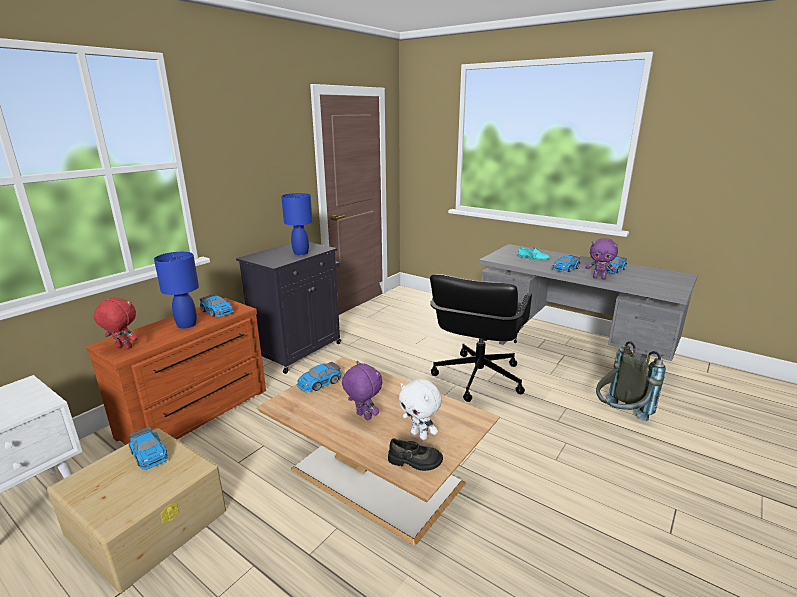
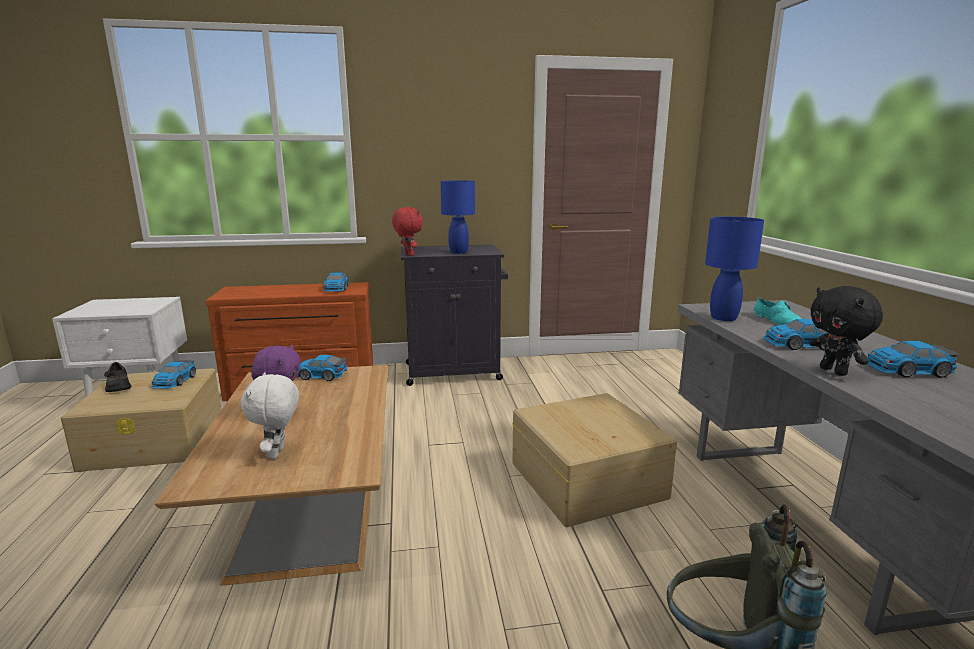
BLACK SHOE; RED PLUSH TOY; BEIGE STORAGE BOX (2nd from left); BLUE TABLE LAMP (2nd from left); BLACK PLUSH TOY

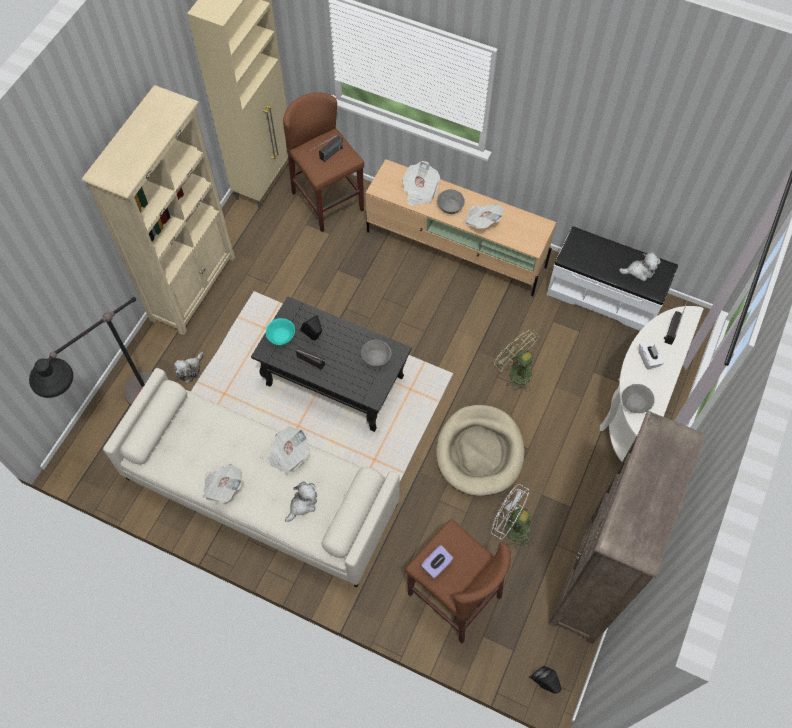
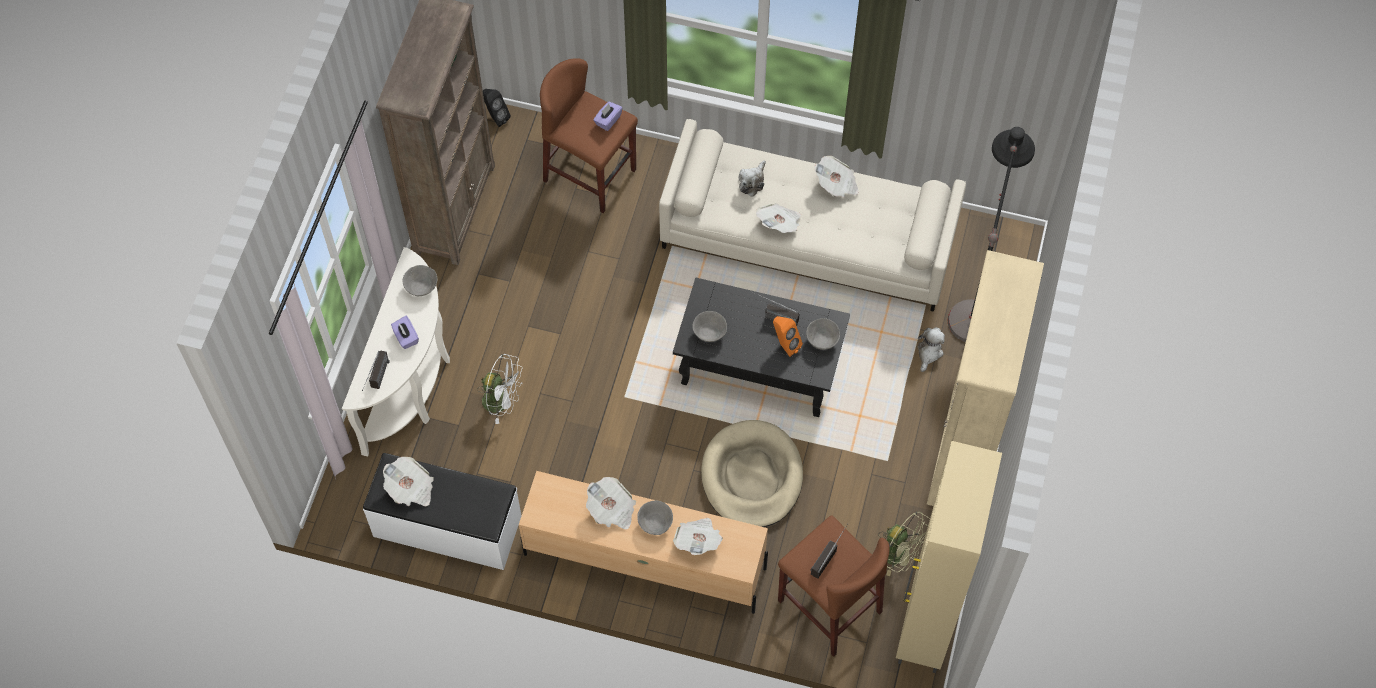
NEWSPAPER (1st from left); PURPLE TISSUE BOX (1st from left); WHITE FAN; BEIGE DOG BED; ORANGE SPEAKER; GREY BOWL (4th from left); GREEN FAN

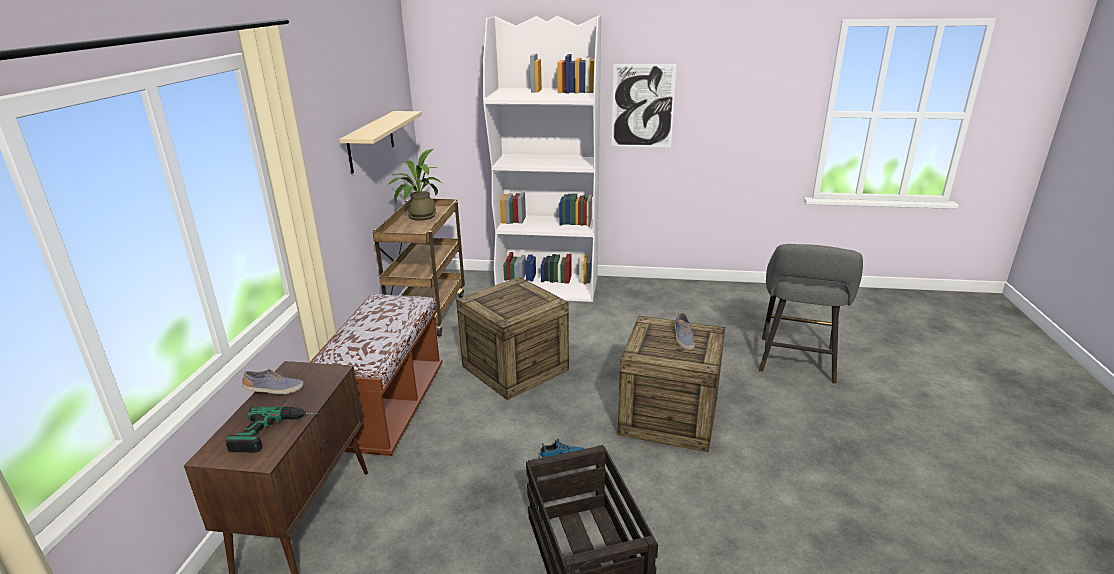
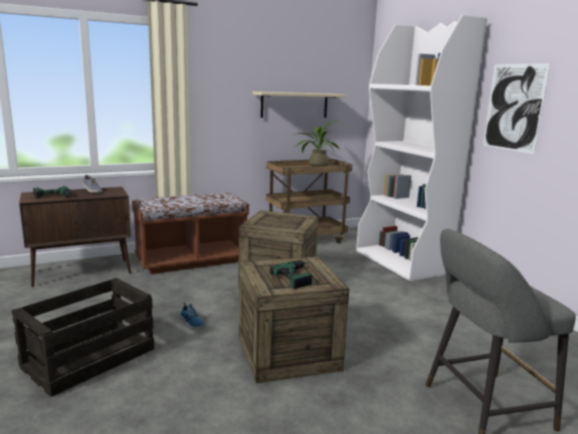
POWER DRILL (2nd from left)

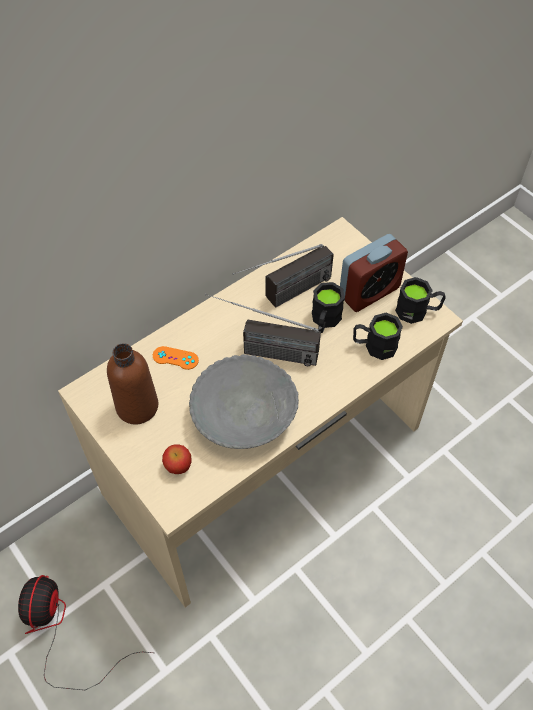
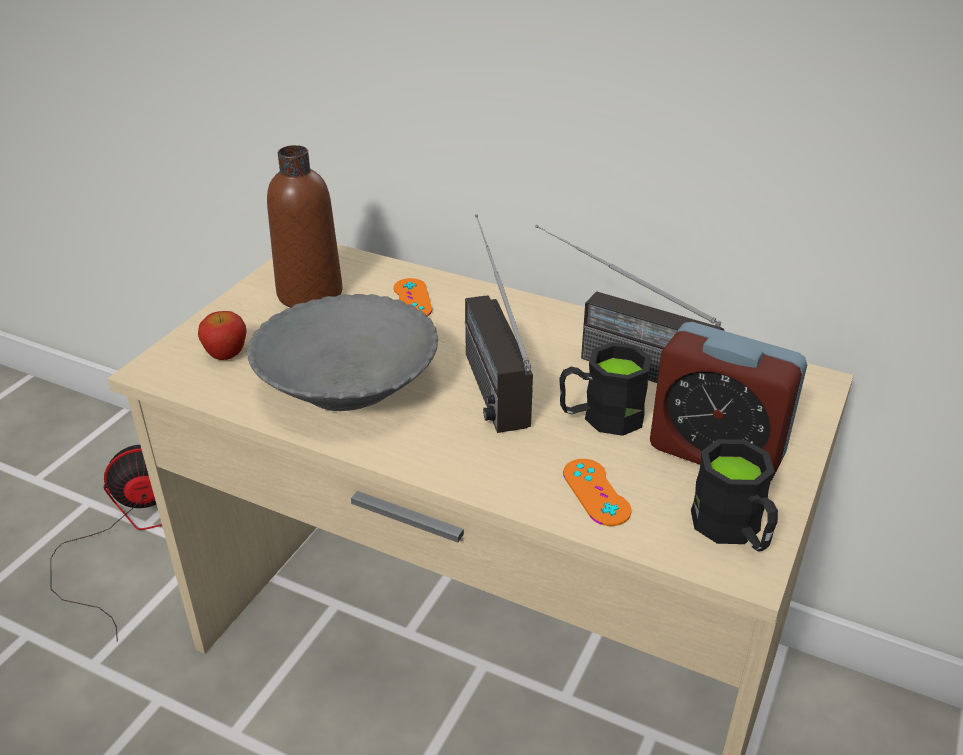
ORANGE GAME CONTROLLER (2nd from left)

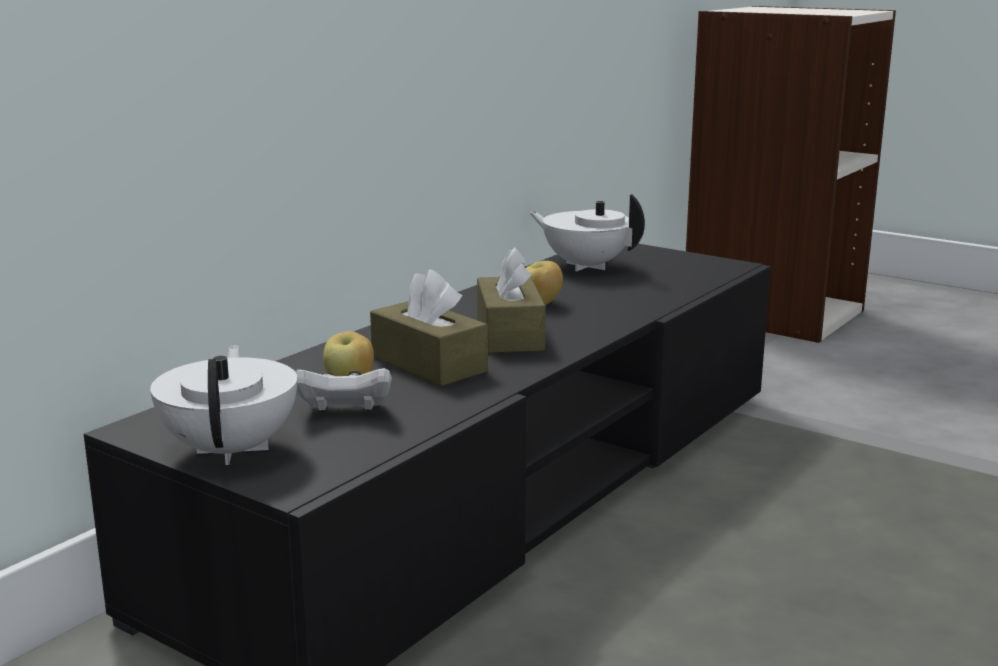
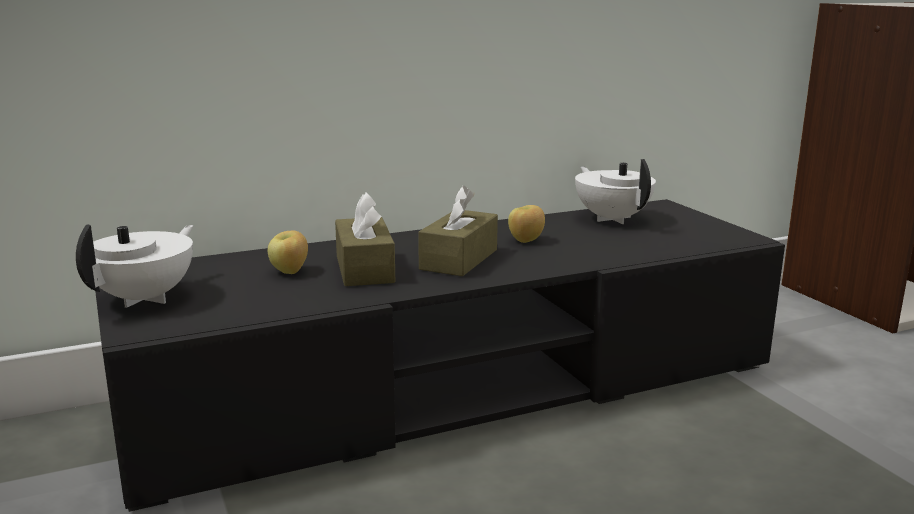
WHITE GAME CONTROLLER

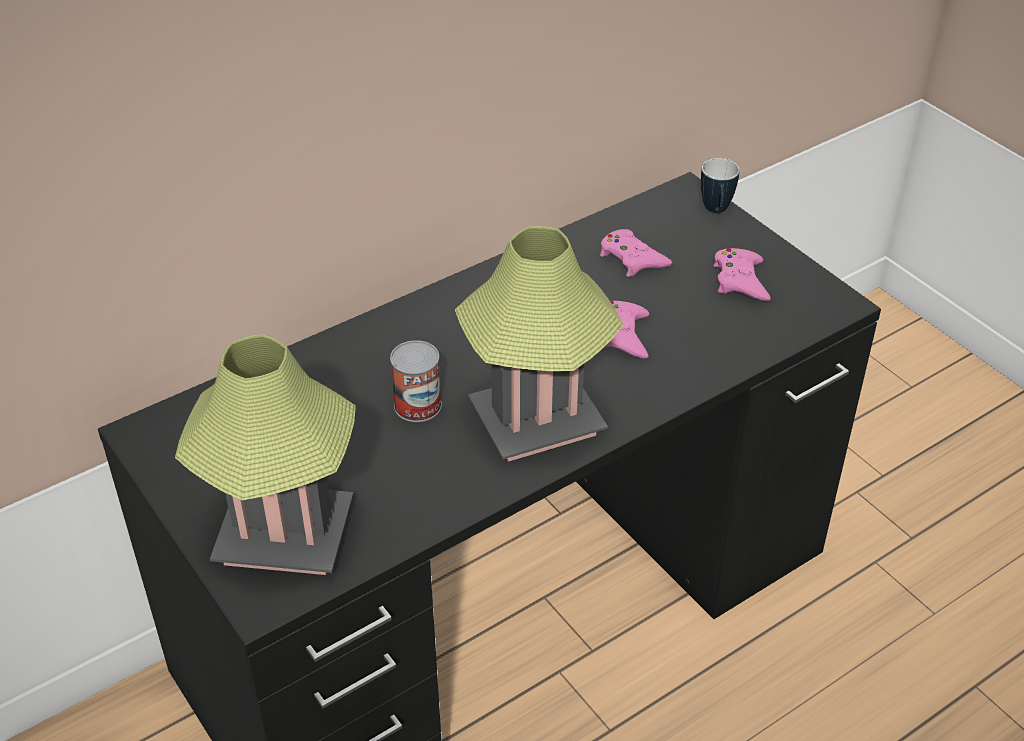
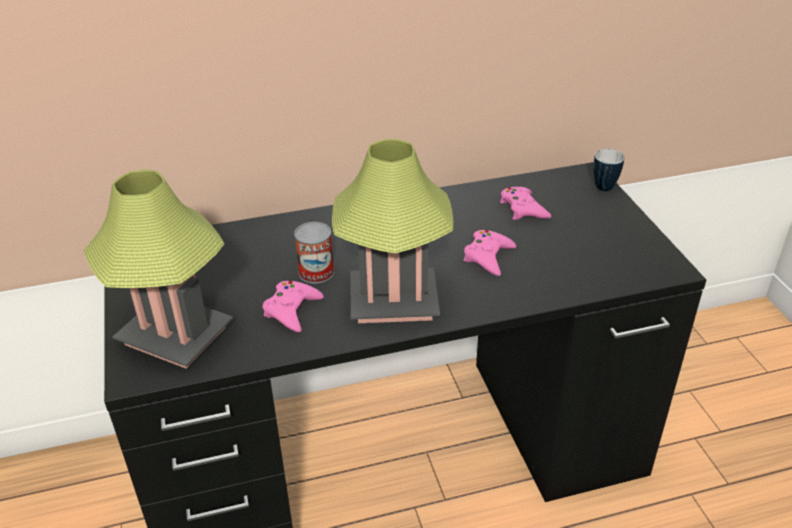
PINK GAME CONTROLLER (1st from left)

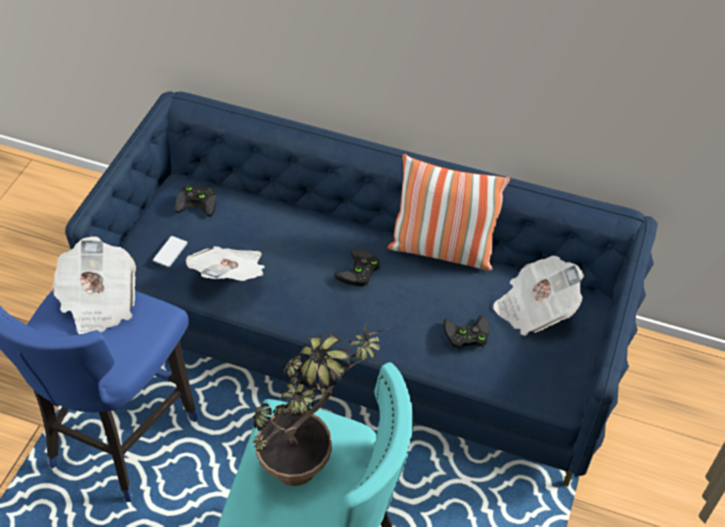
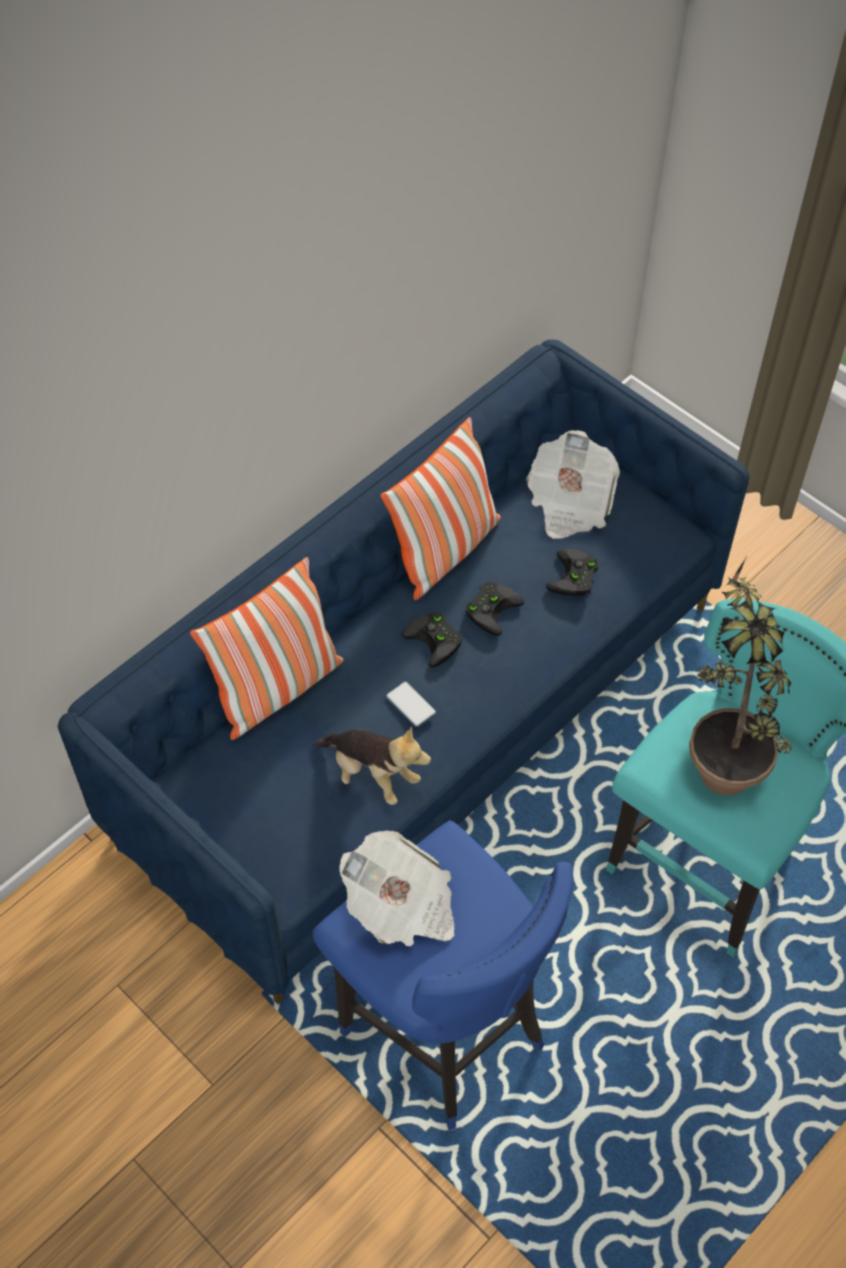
PILLOW (1st from left); PLUSH TOY; PHONE; BLACK GAME CONTROLLER (2nd from left)

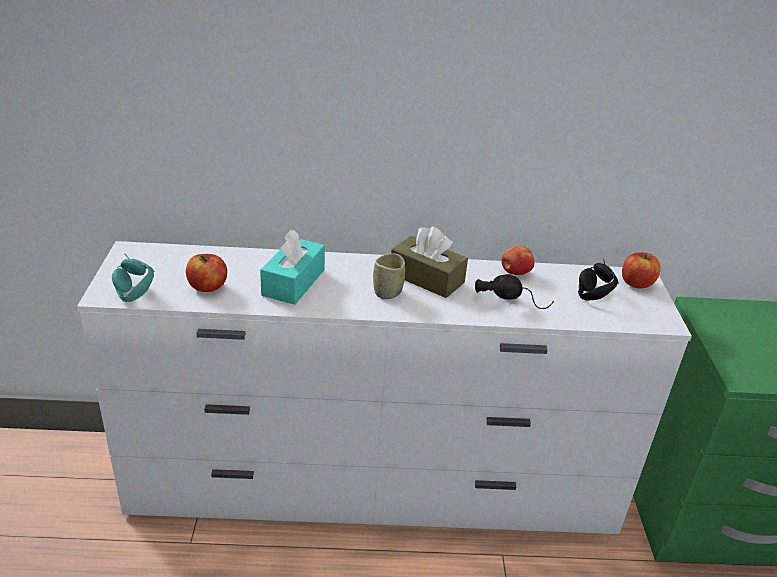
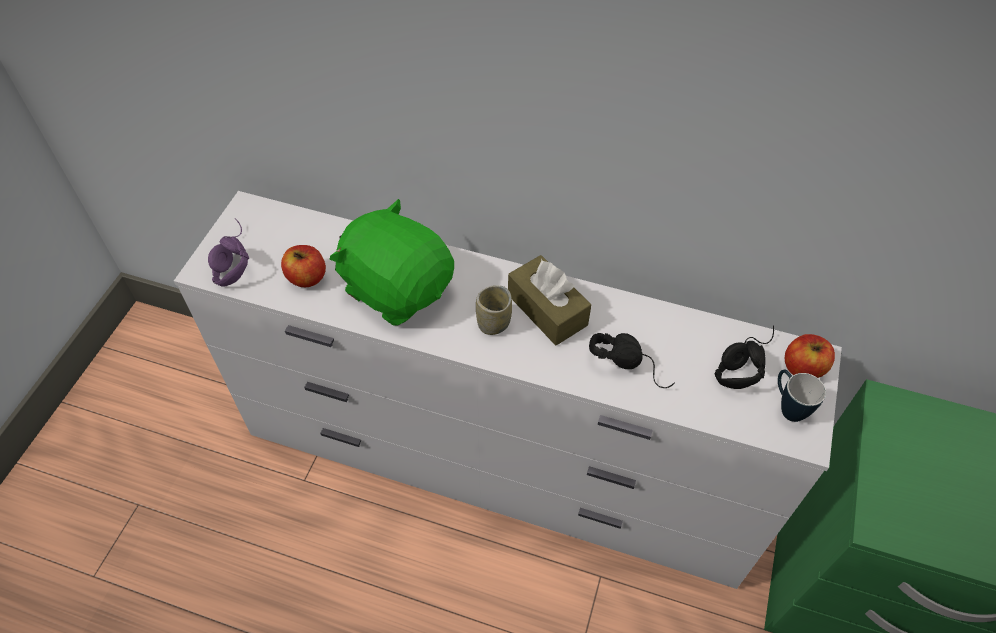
PURPLE HEADPHONES; GREEN PLUSH TOY; MUG; APPLE (2nd from left in the first image)

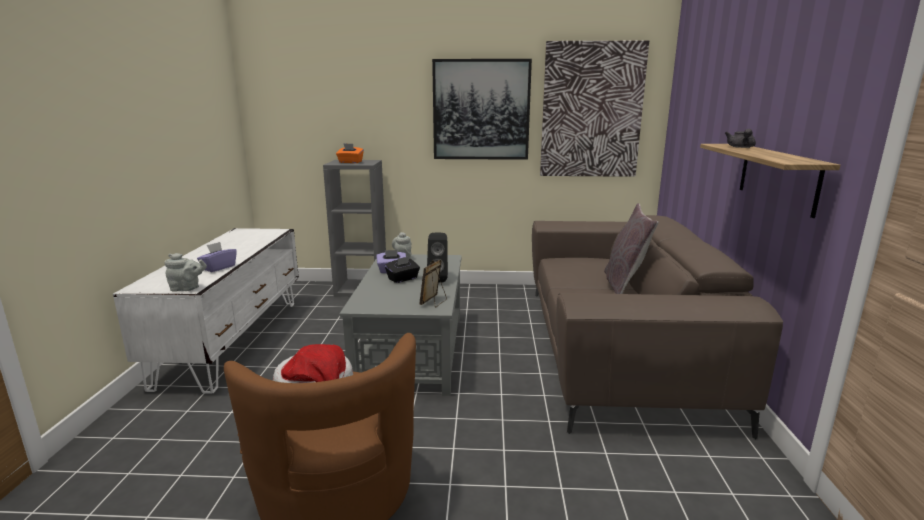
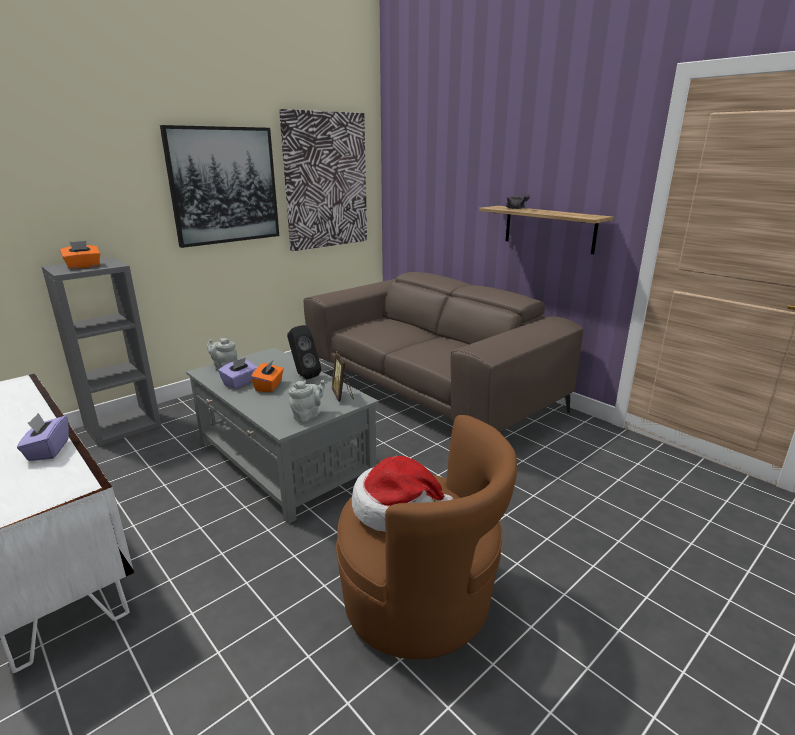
ORANGE TISSUE BOX (2nd from left); GREY TEAPOT (2nd from left); GREY PILLOW

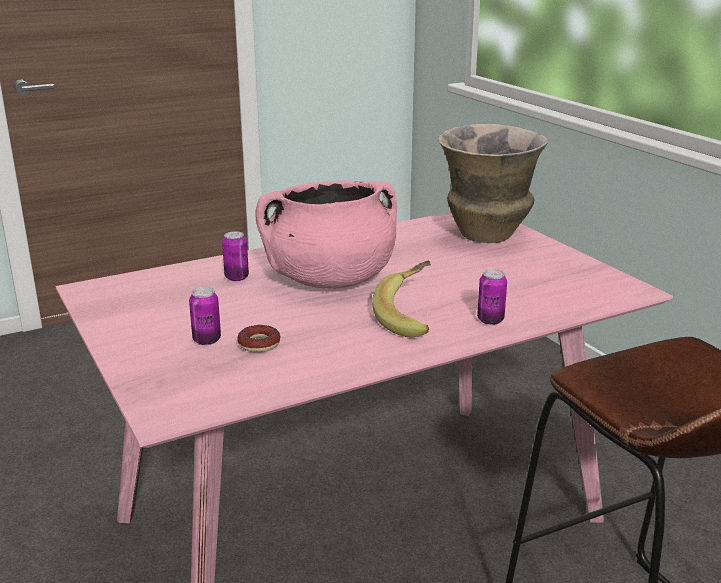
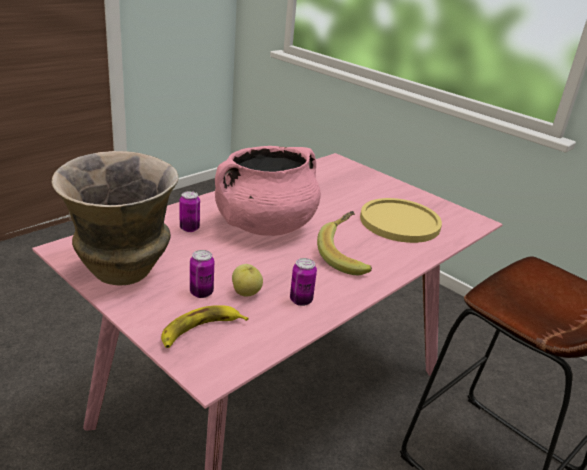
VASE; BANANA (1st from left); APPLE; CAN (3rd from left); YELLOW PLATE

